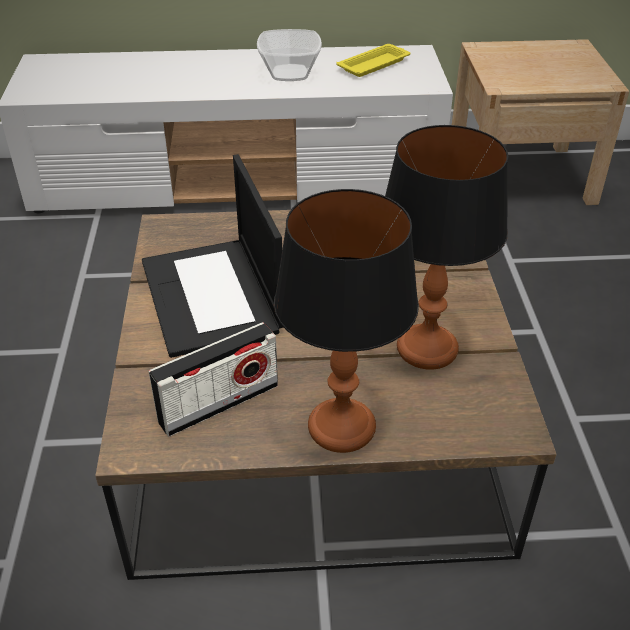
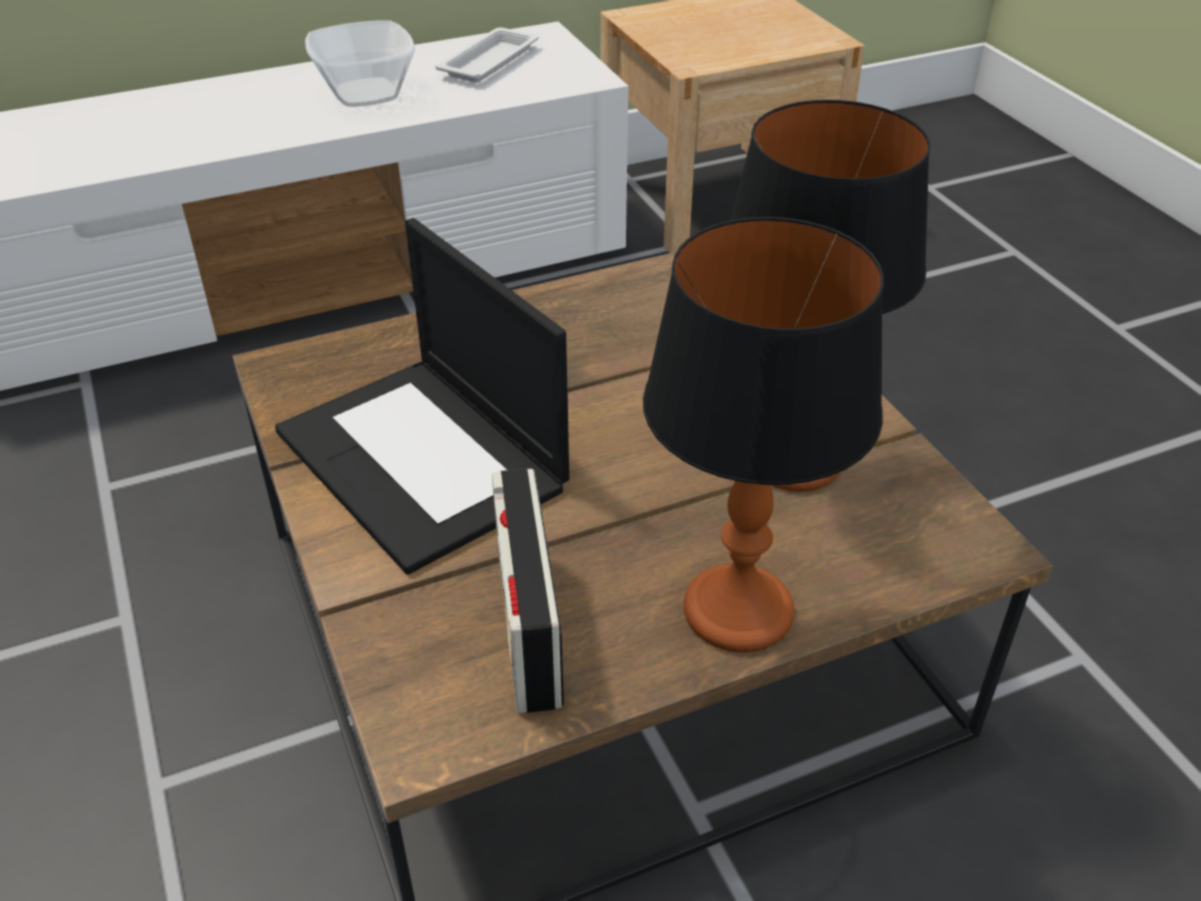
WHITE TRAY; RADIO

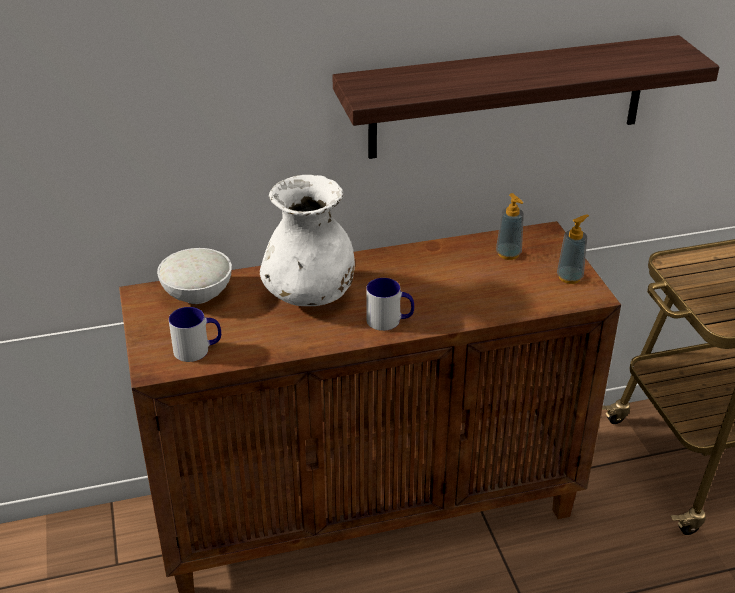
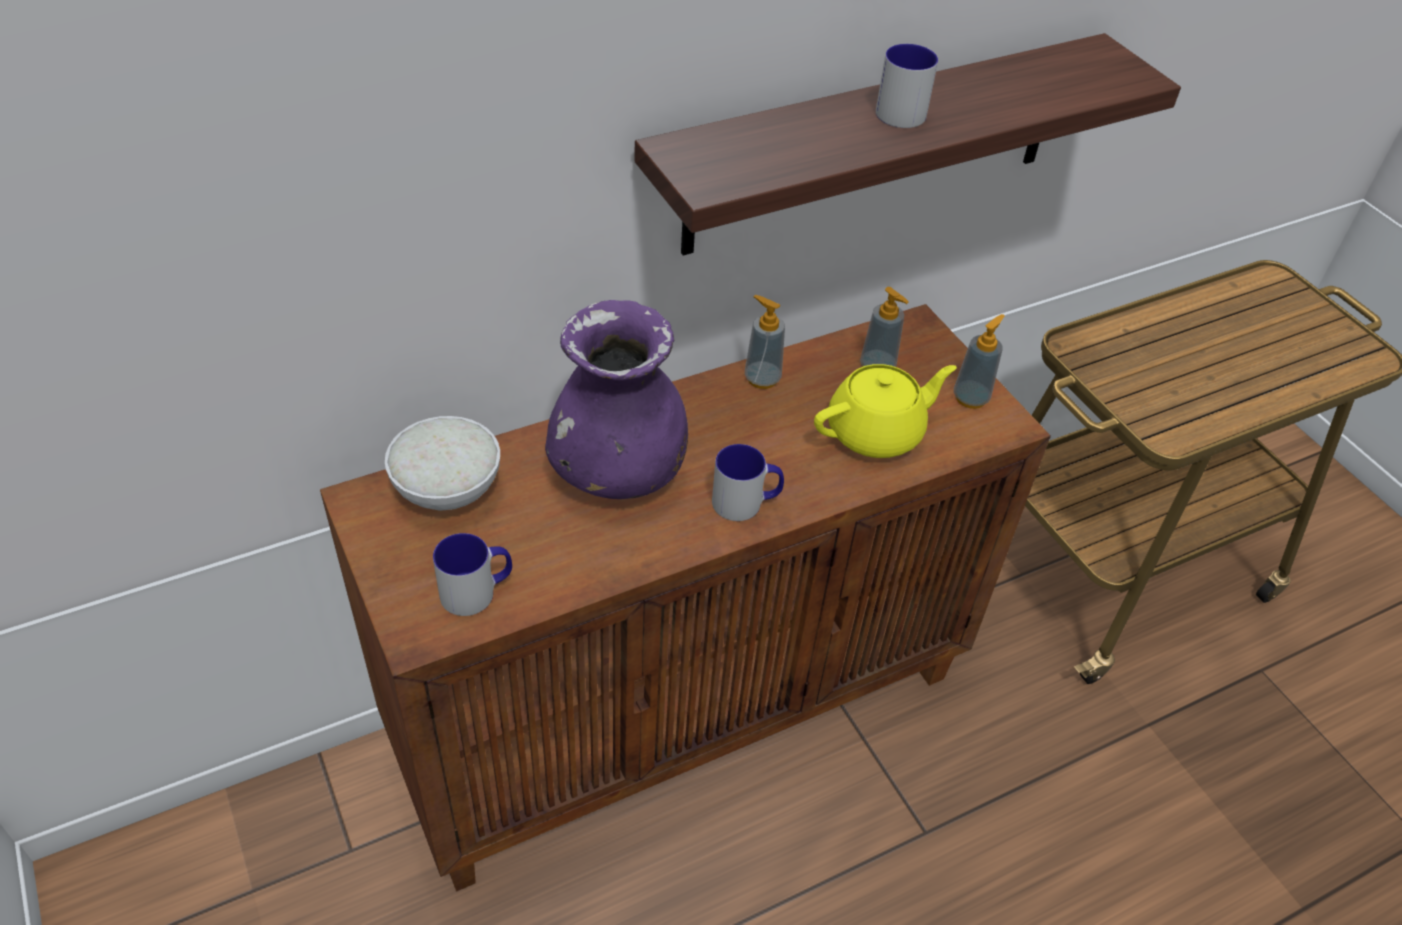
PURPLE VASE; SOAP DISPENSER (1st from left); YELLOW TEAPOT; MUG (3rd from left)

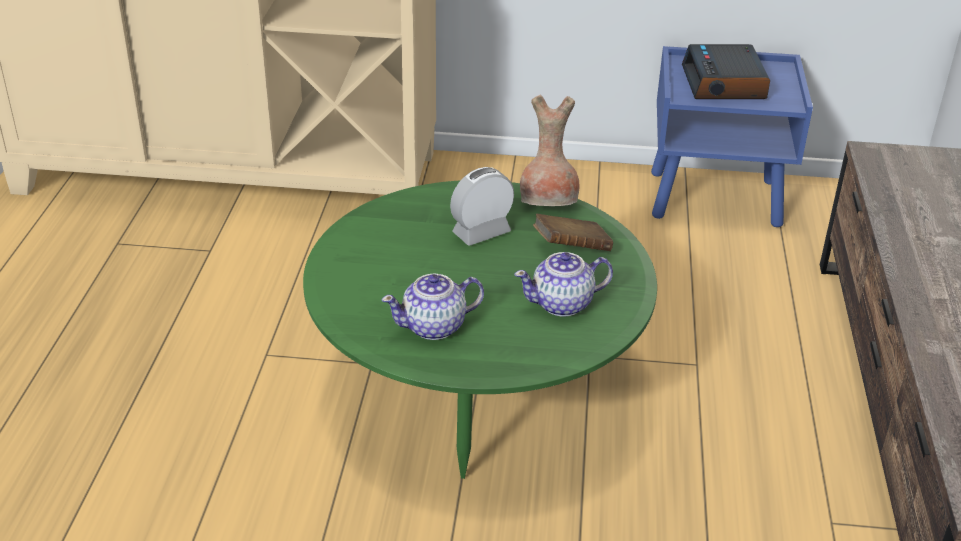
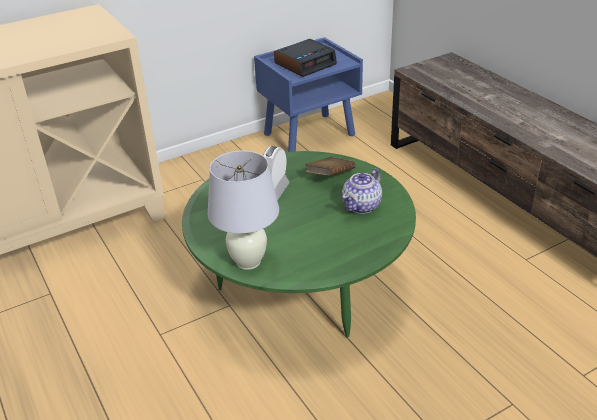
WHITE TABLE LAMP; ALARM CLOCK (2nd from left); TEAPOT (1st from left in the first image); BROWN VASE

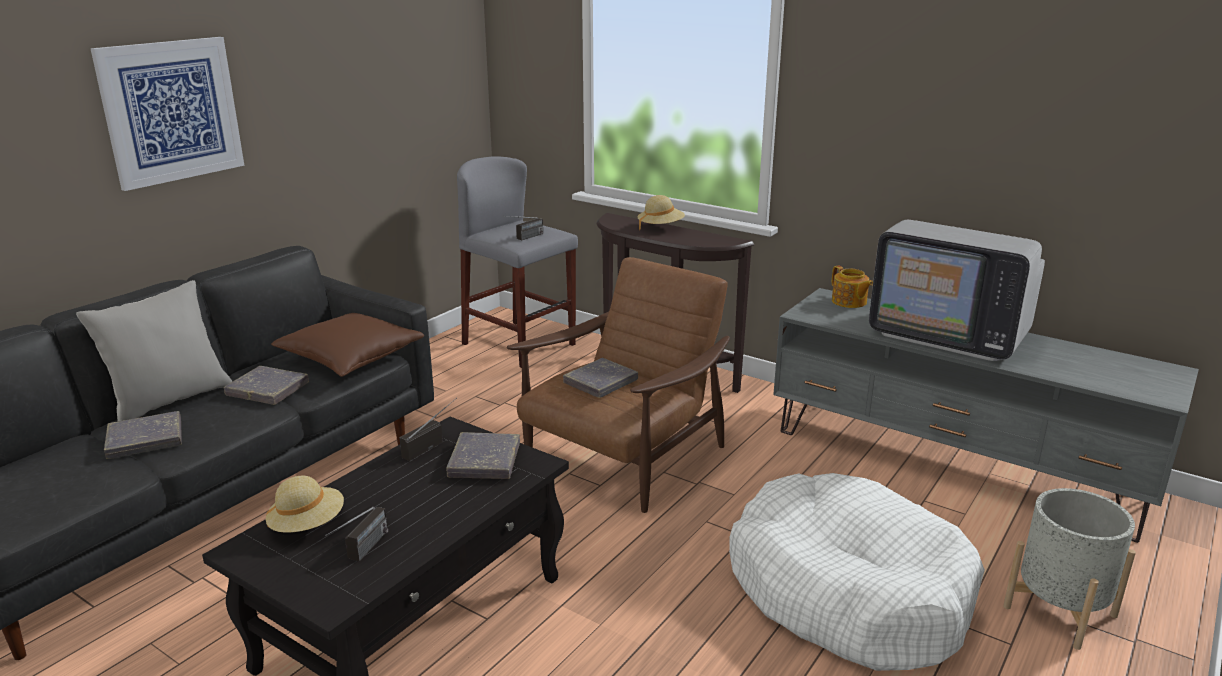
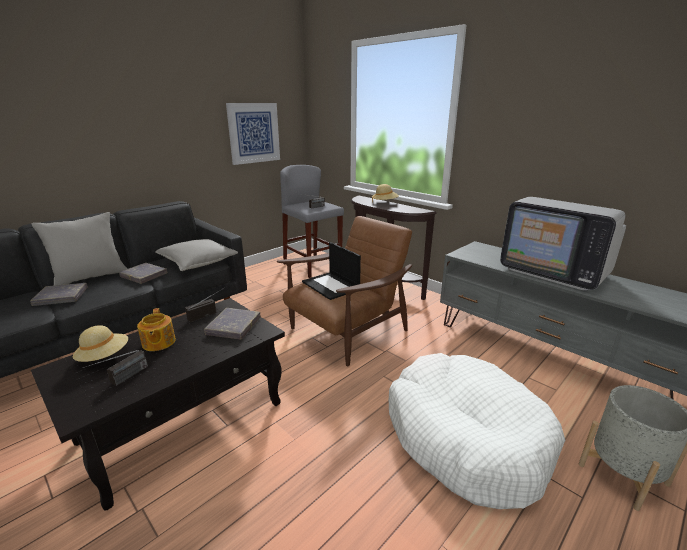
TEAPOT; GREY PILLOW (2nd from left); PICTURE; LAPTOP

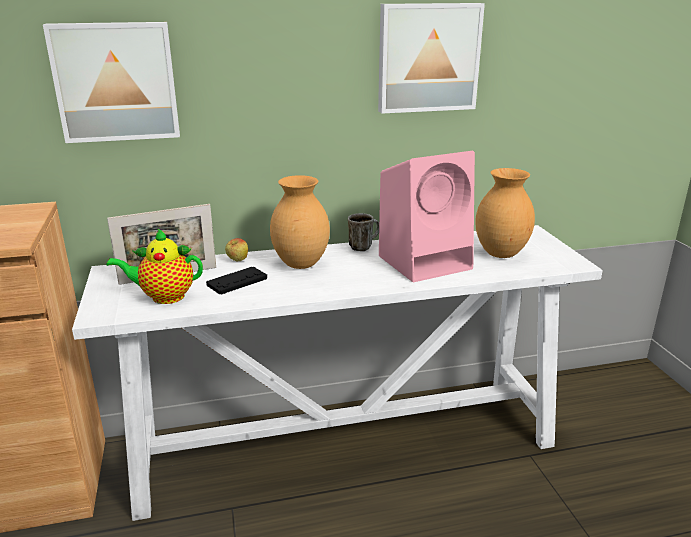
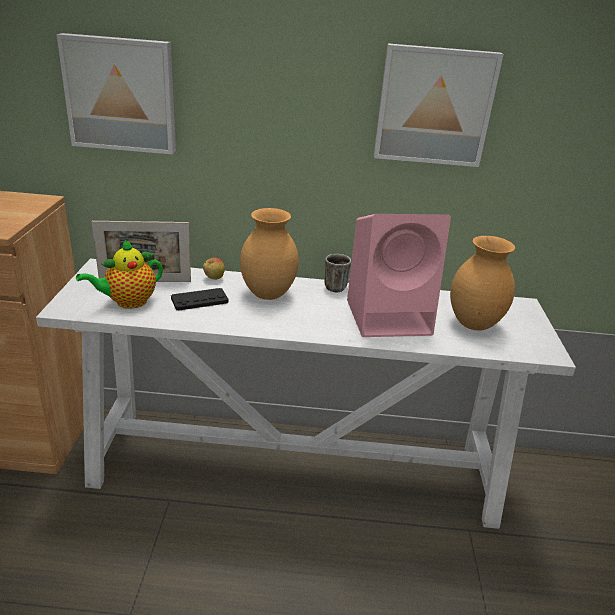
TEAPOT

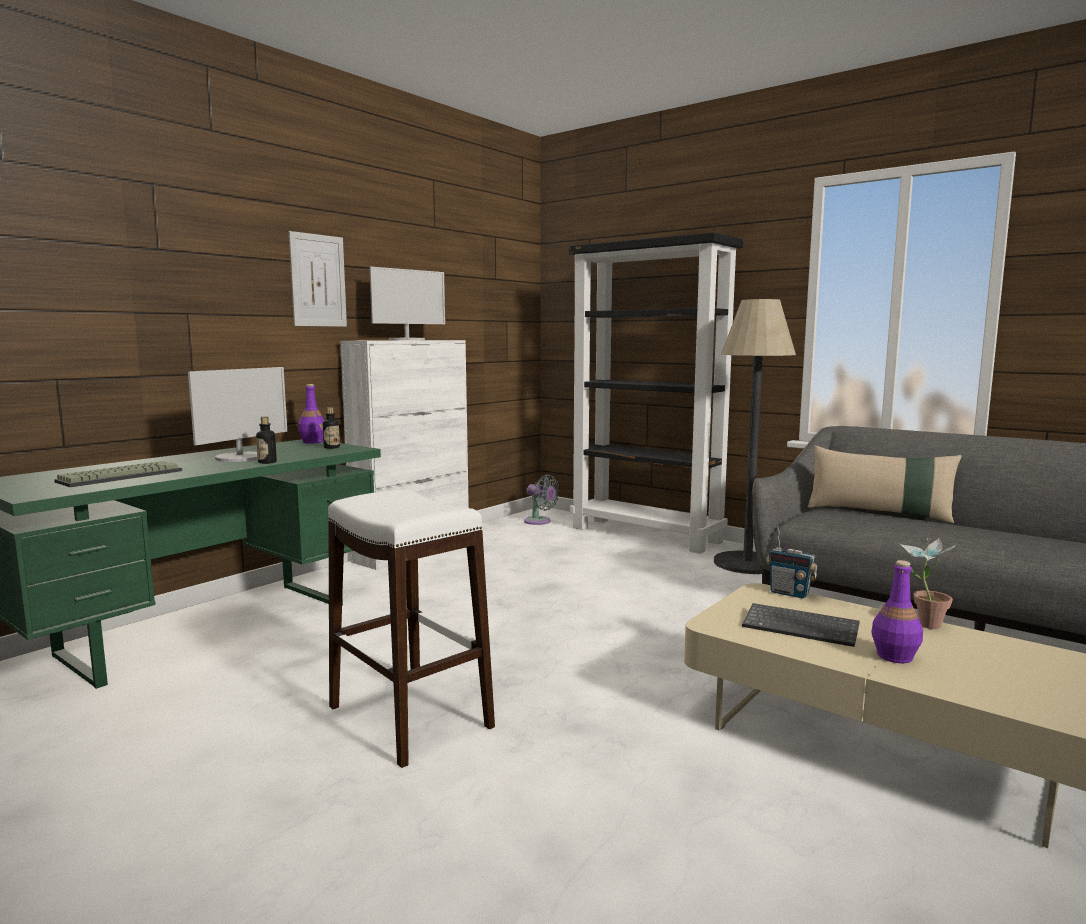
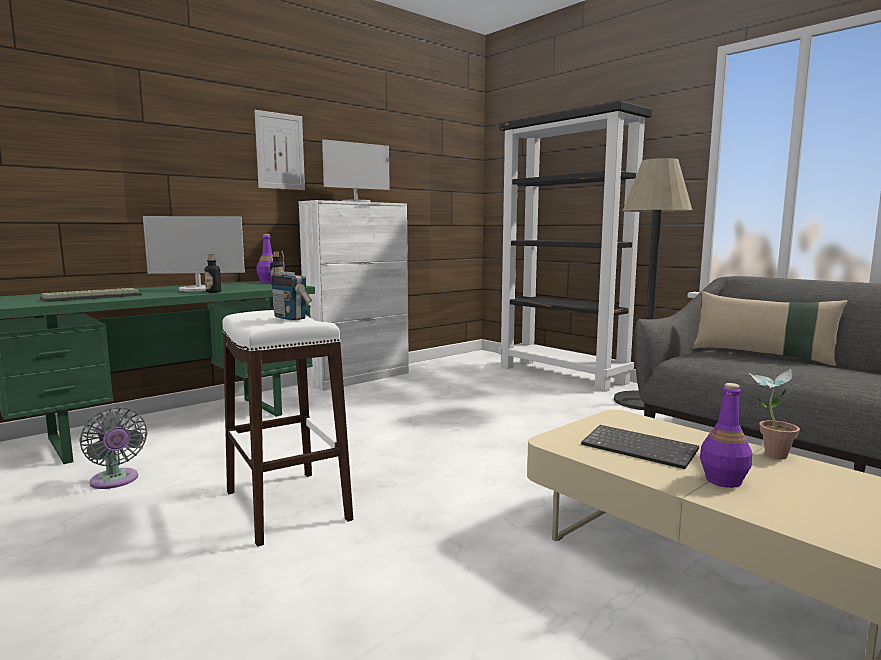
GREY FAN; MONITOR (1st from left); RADIO

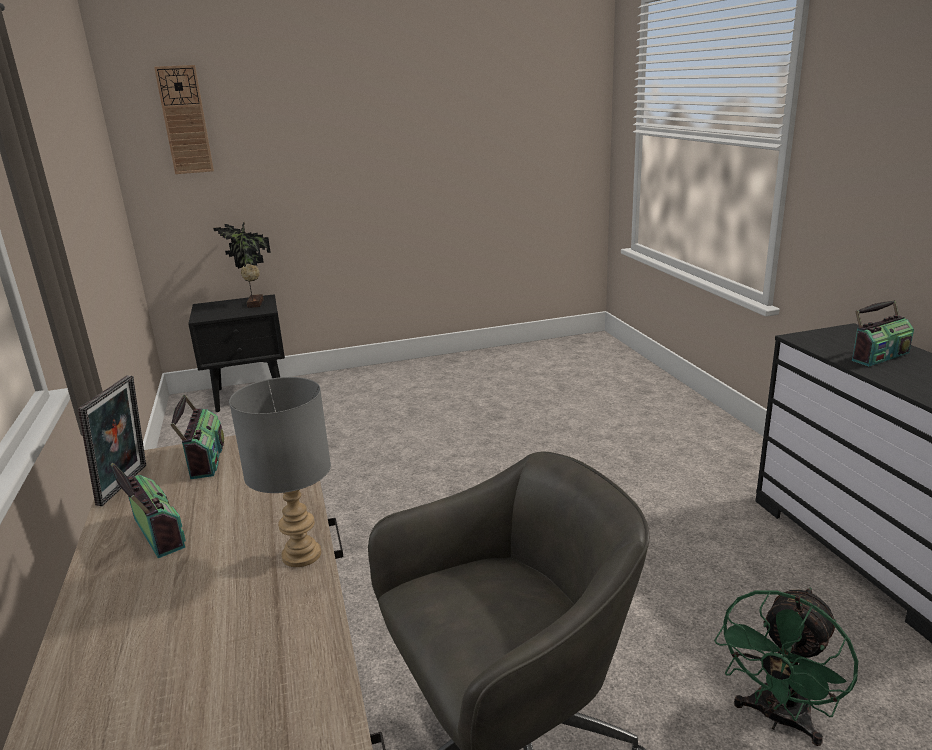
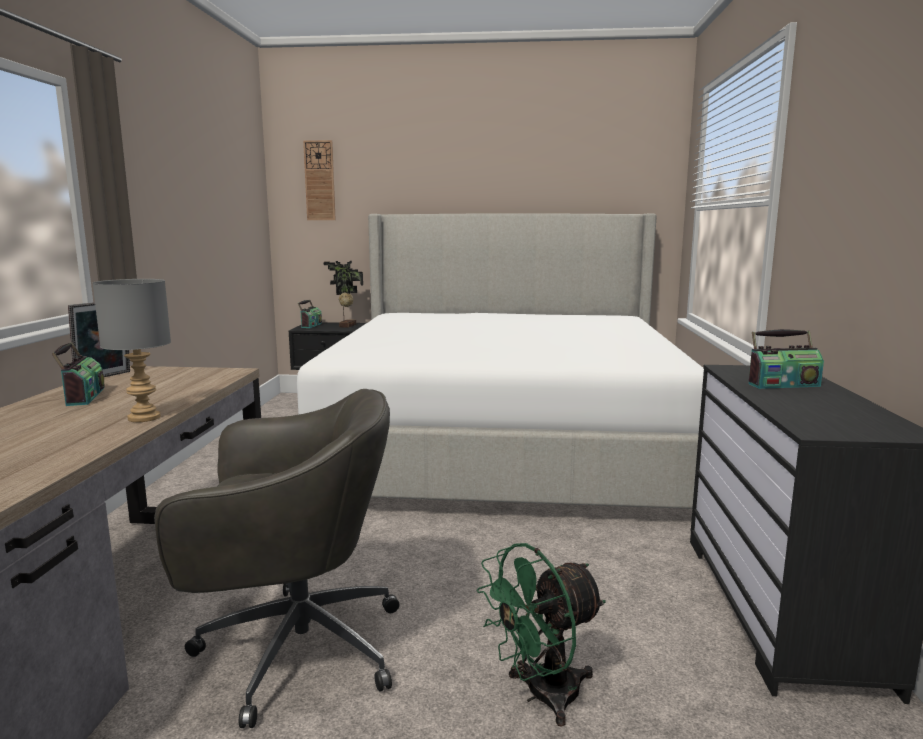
BED; RADIO (2nd from left)

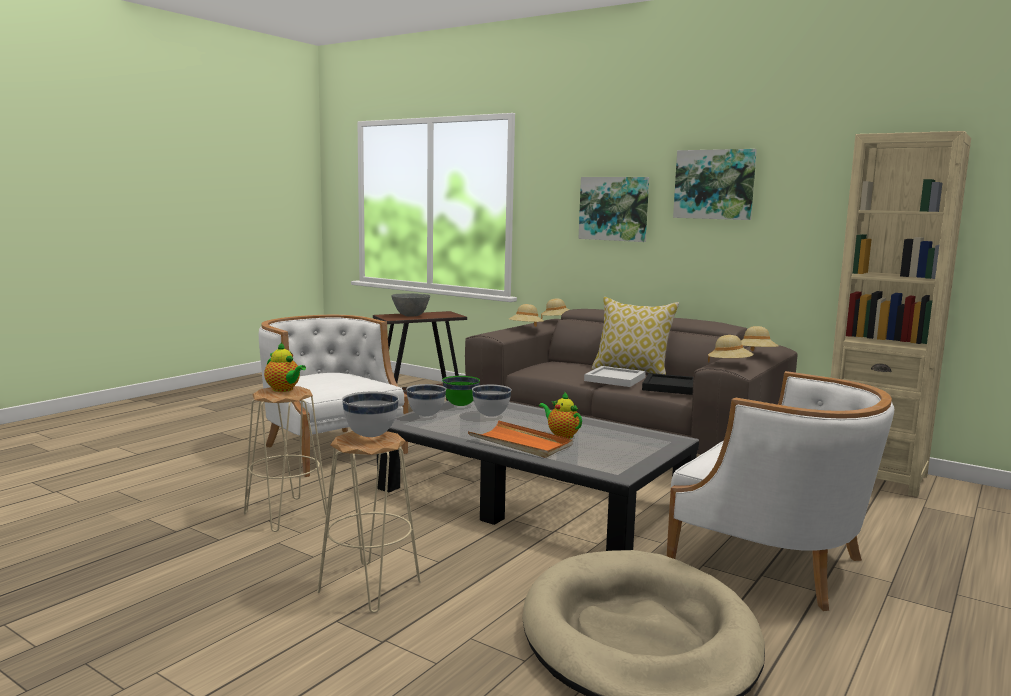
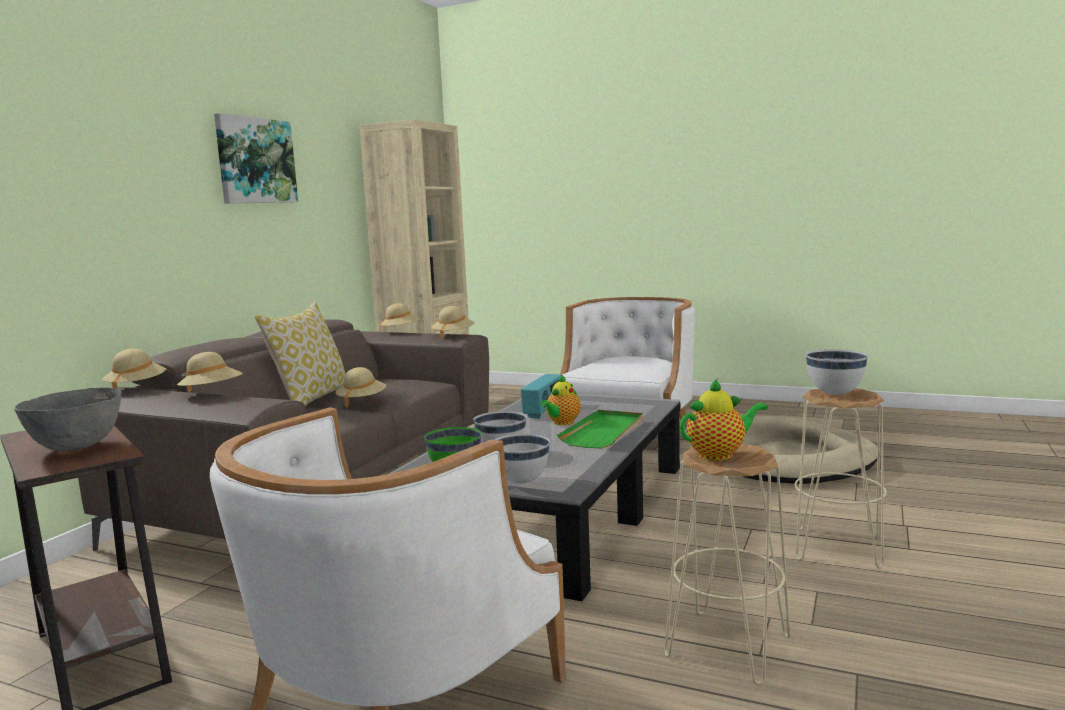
BEIGE HAT (3rd from left); RADIO; GREEN TRAY; TEAPOT (2nd from left); PICTURE (1st from left in the first image); BLACK TRAY

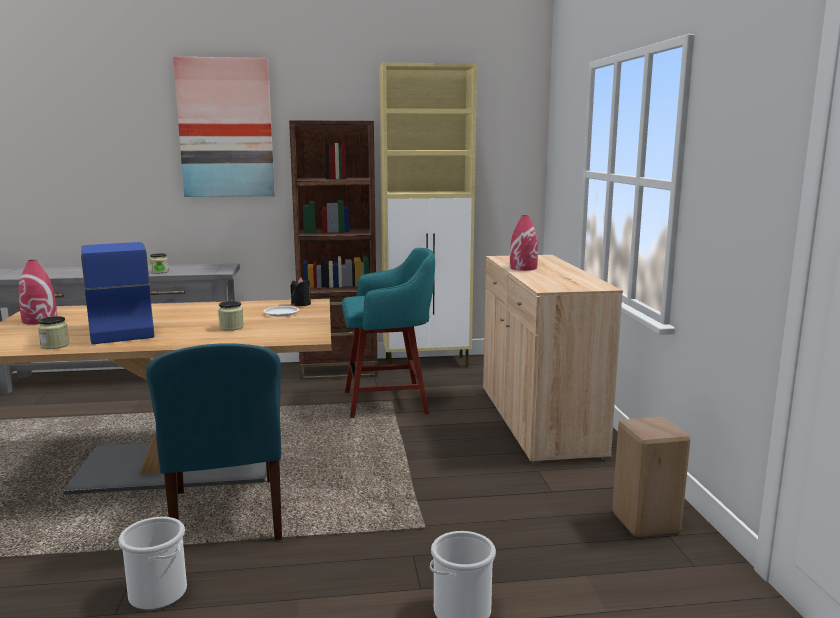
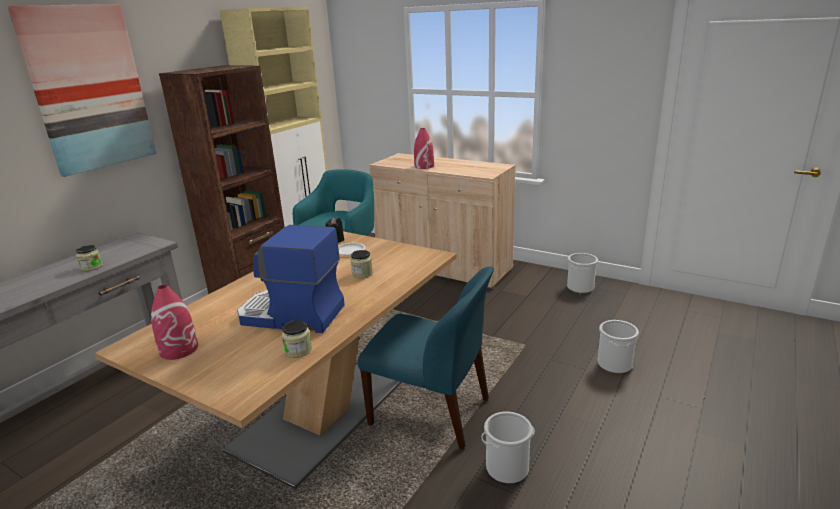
BUCKET (2nd from left)

